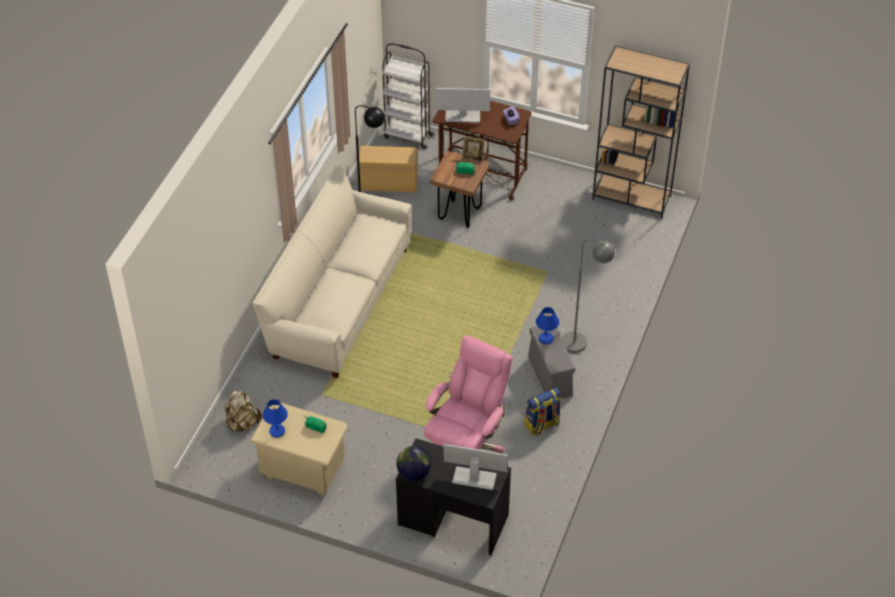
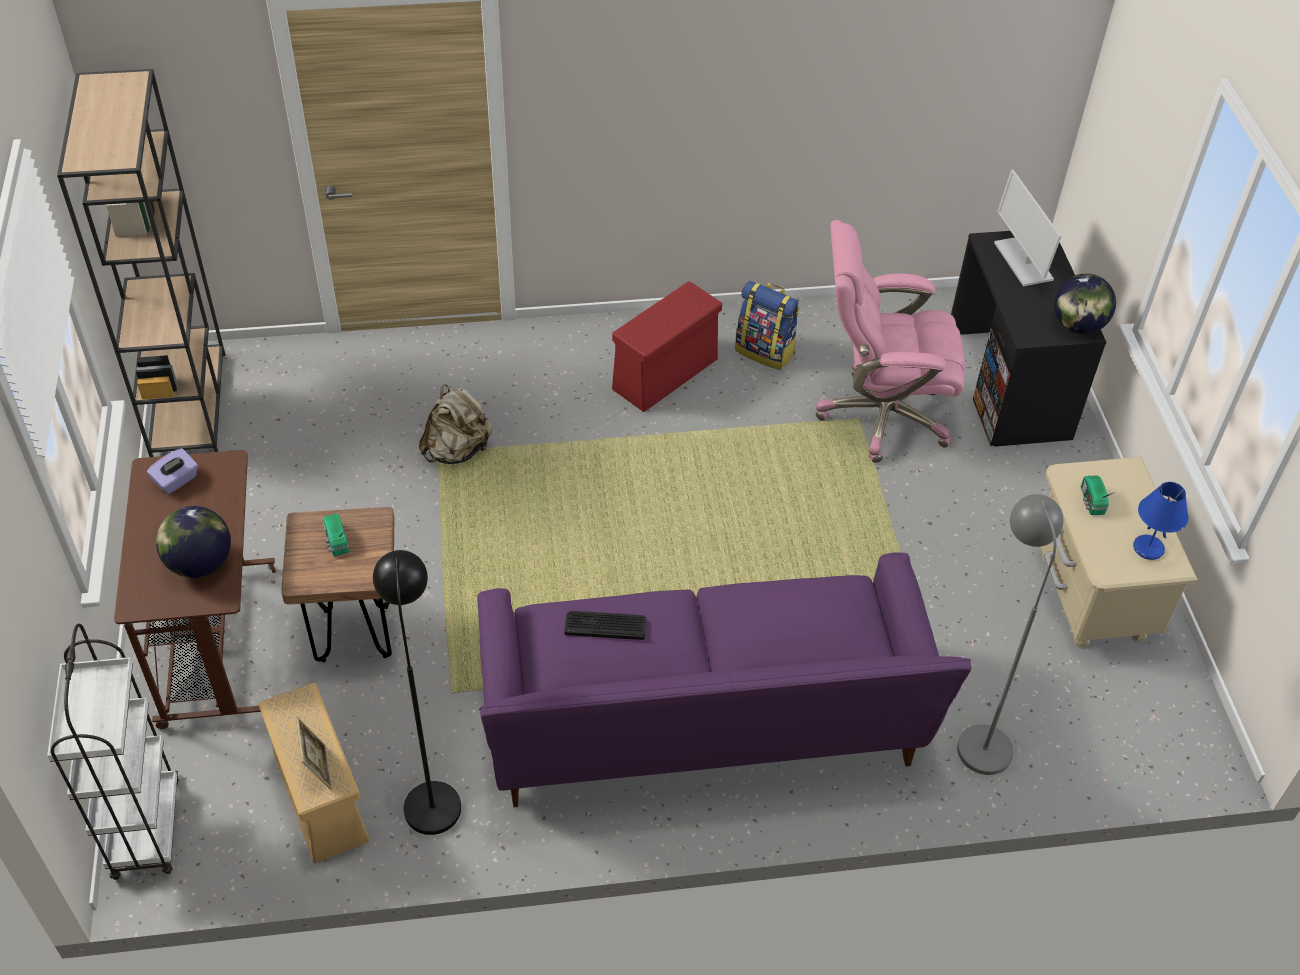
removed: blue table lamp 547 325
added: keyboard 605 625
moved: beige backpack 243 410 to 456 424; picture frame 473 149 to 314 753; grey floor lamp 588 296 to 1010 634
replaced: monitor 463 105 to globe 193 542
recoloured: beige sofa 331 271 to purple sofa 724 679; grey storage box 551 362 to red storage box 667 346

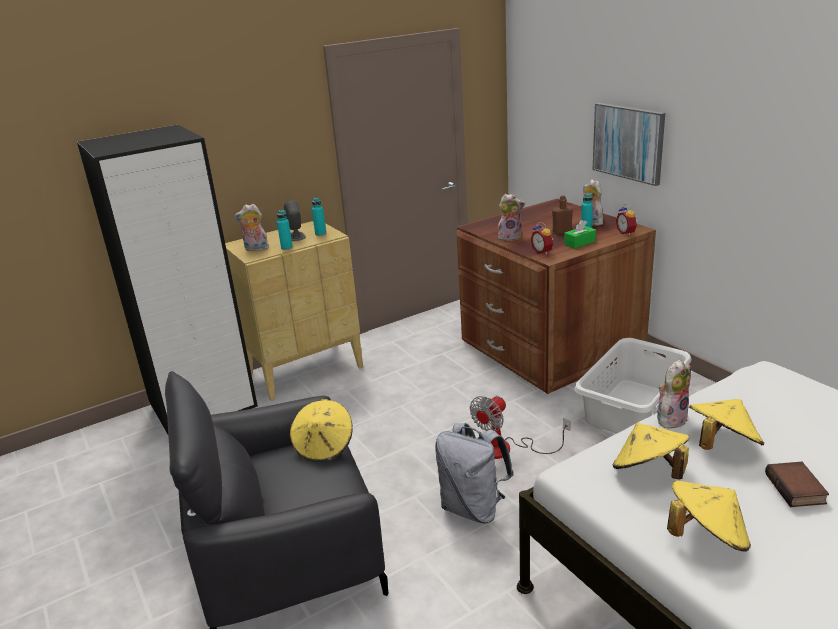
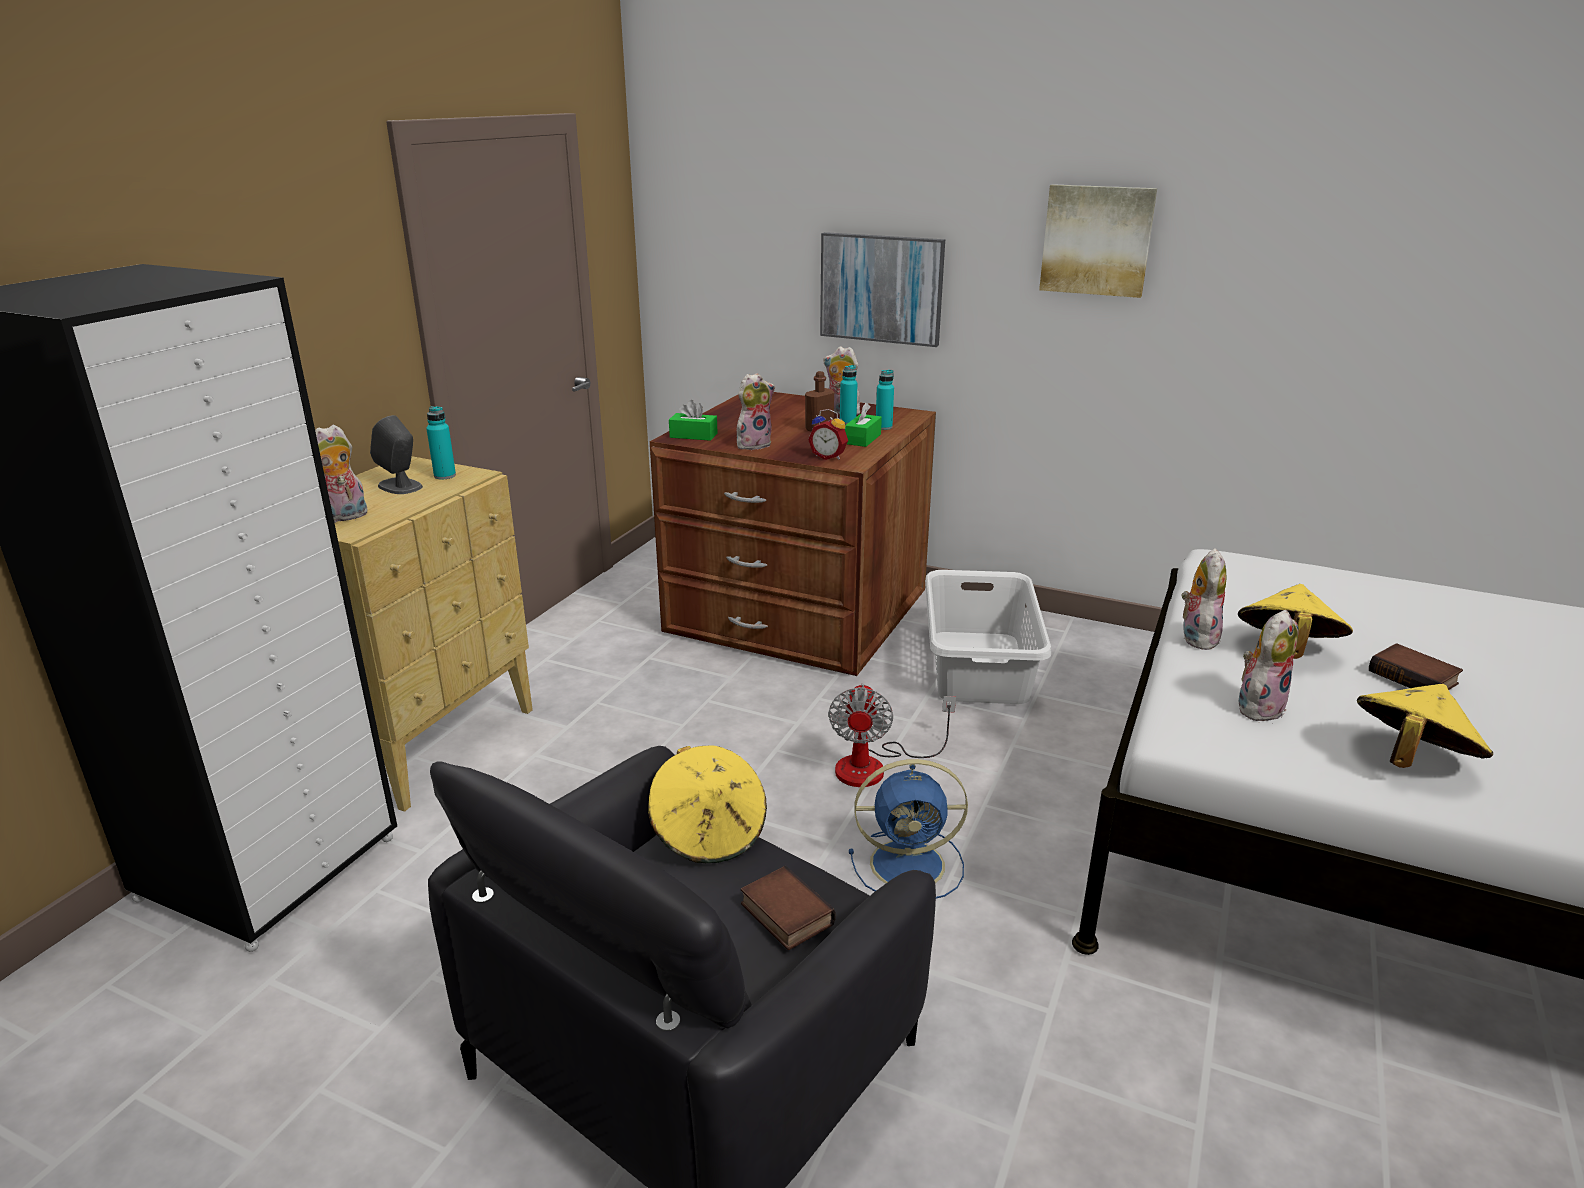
removed: alarm clock 626 220
added: green tissue box 693 420; book 788 907; picture 1098 241
moved: turquoise bottle 285 230 to 885 400
replaced: grey backpack 474 473 to blue fan 908 828; yellow hat 651 451 to plush toy 1269 665

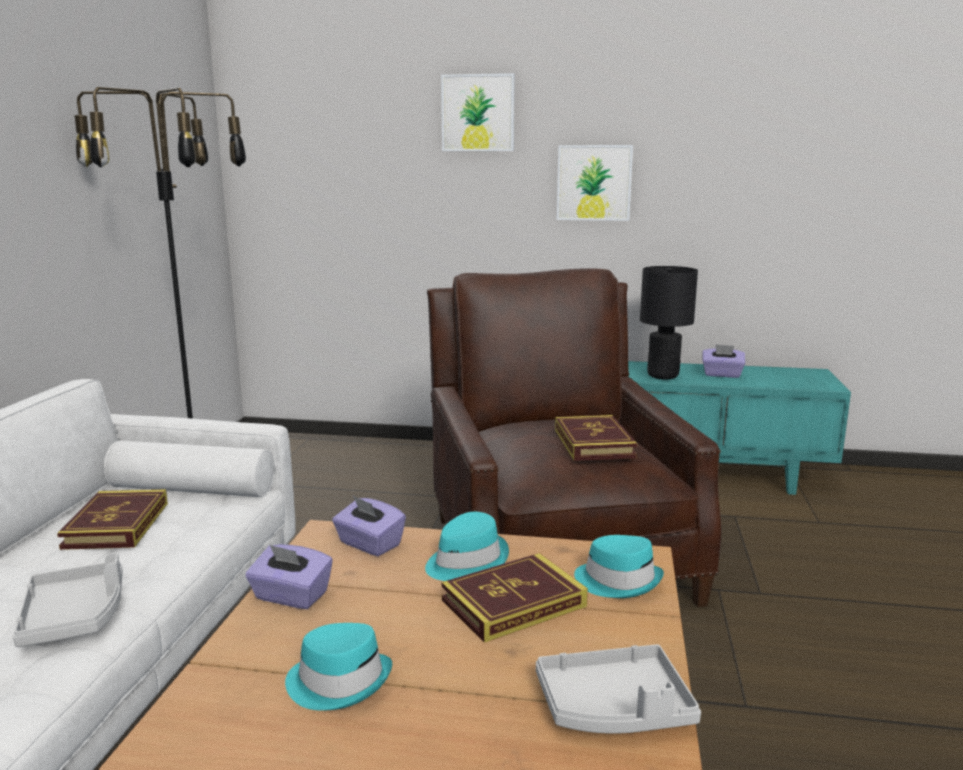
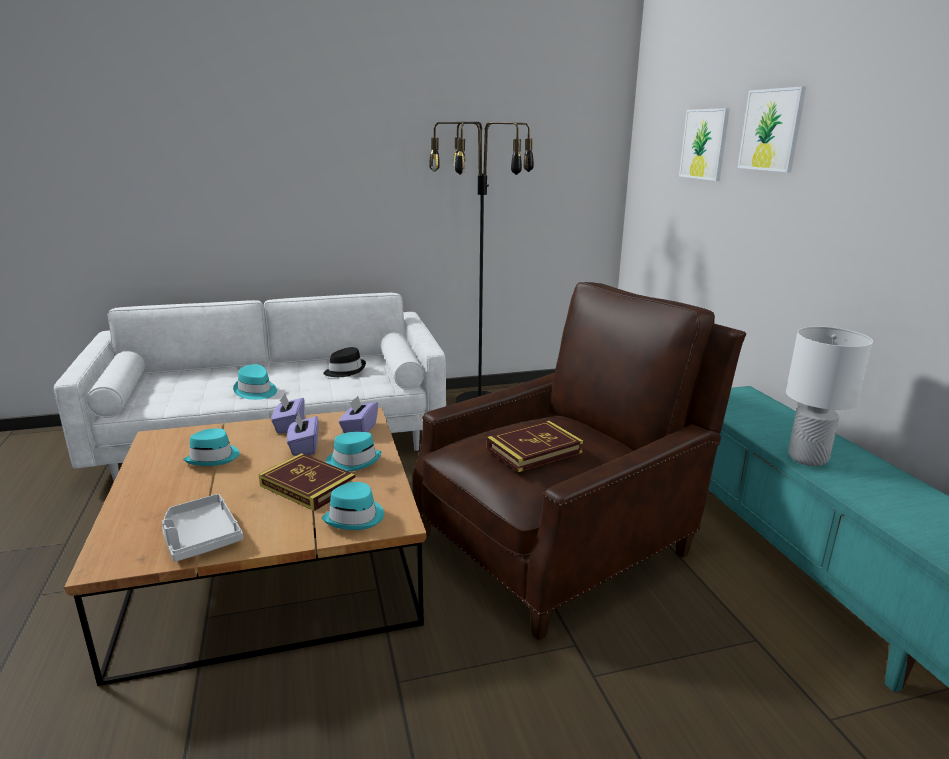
moved: picture 595 183 to 704 144; purple tissue box 724 361 to 303 434
replaced: grey tray 68 599 to turquoise hat 255 382; book 112 519 to black hat 344 362
recoloured: black table lamp 669 323 to white table lamp 829 396

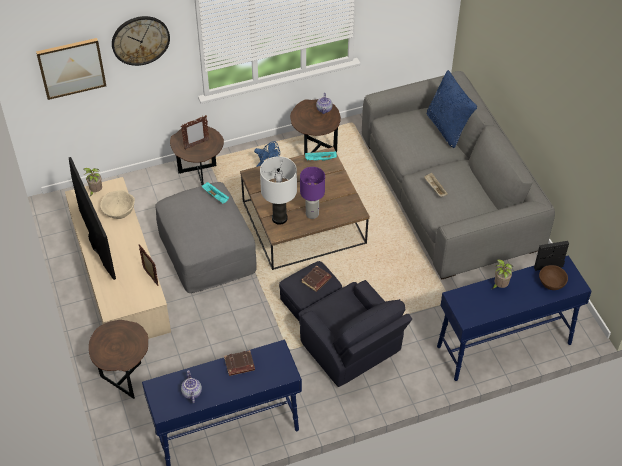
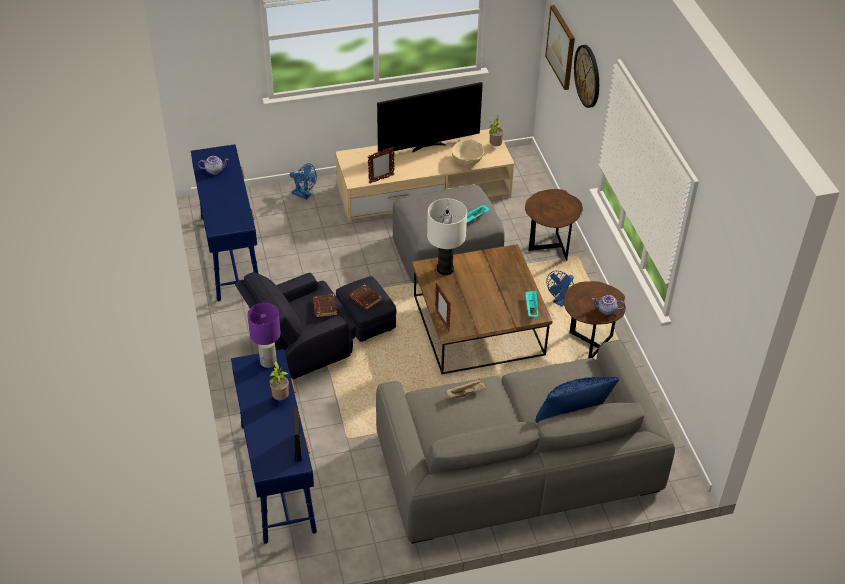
removed: brown bowl 553 277
moved: picture frame 195 132 to 443 307; brown book 239 363 to 325 305; purple table lamp 312 193 to 264 335
replaced: brown side table 118 359 to blue fan 303 181

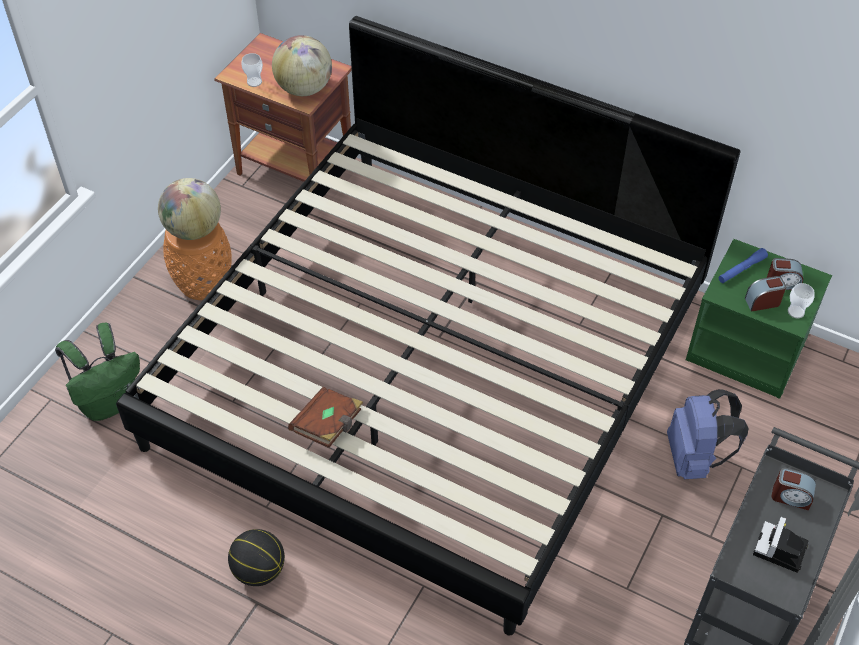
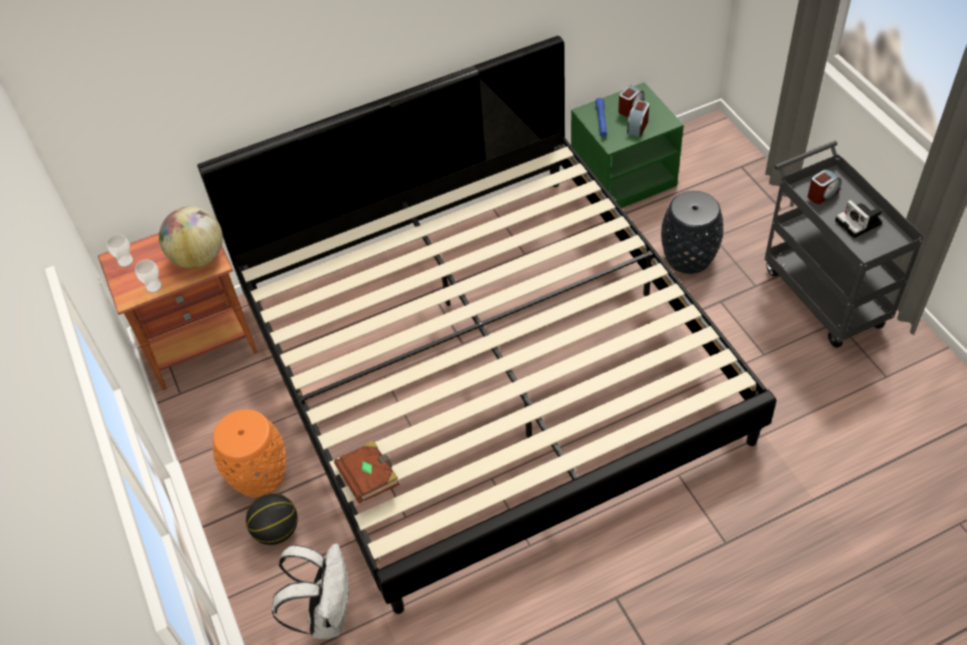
removed: globe 189 209
moved: basketball 256 557 to 272 519; brown book 325 417 to 367 472; cup 801 301 to 120 250
replaced: blue backpack 707 434 to black stool 692 232
recoloured: green backpack 97 372 to white backpack 311 591

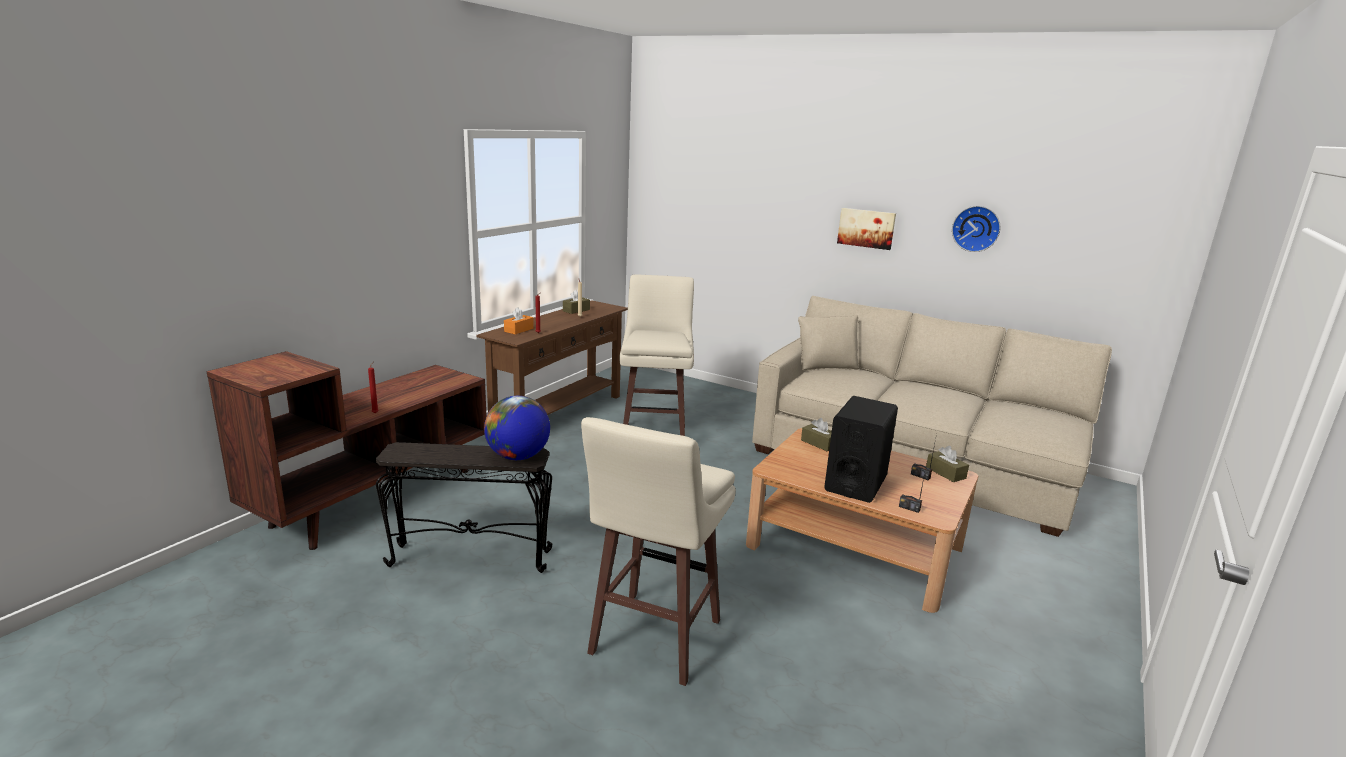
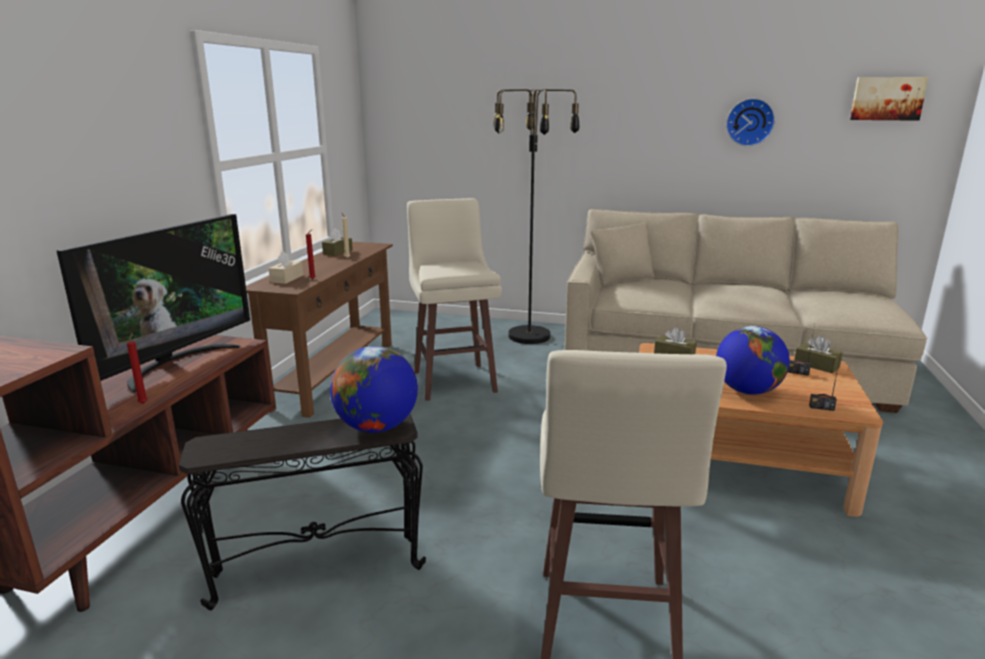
added: television 153 303; floor lamp 536 216
moved: picture 866 229 to 889 99
replaced: black speaker 861 449 to globe 753 360
recoloured: orange tissue box 519 320 to beige tissue box 285 267

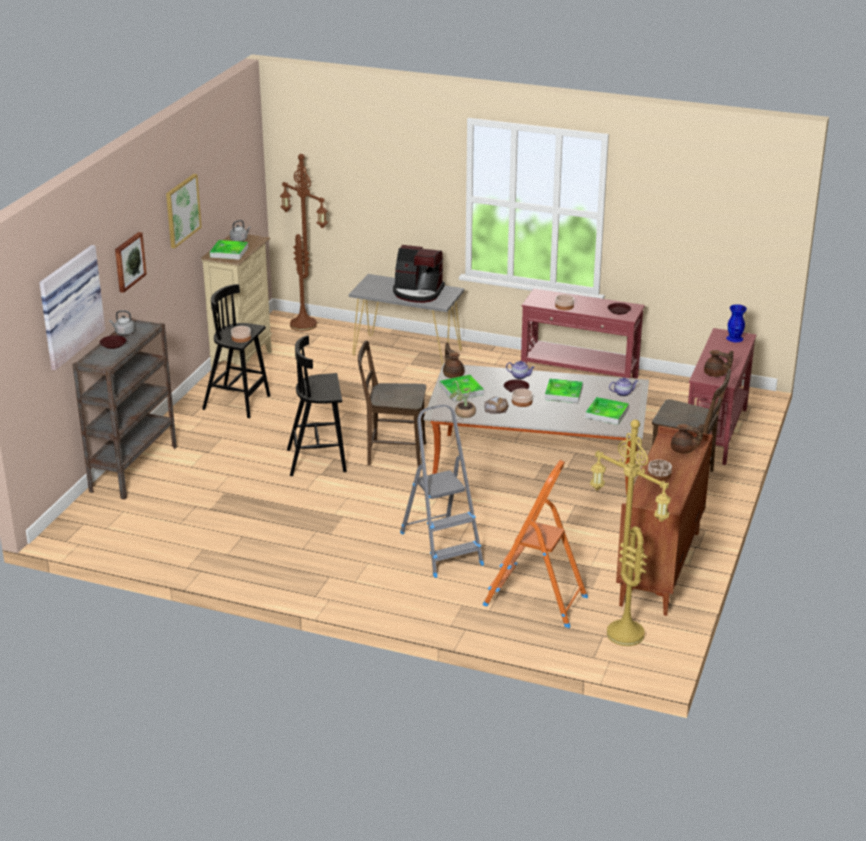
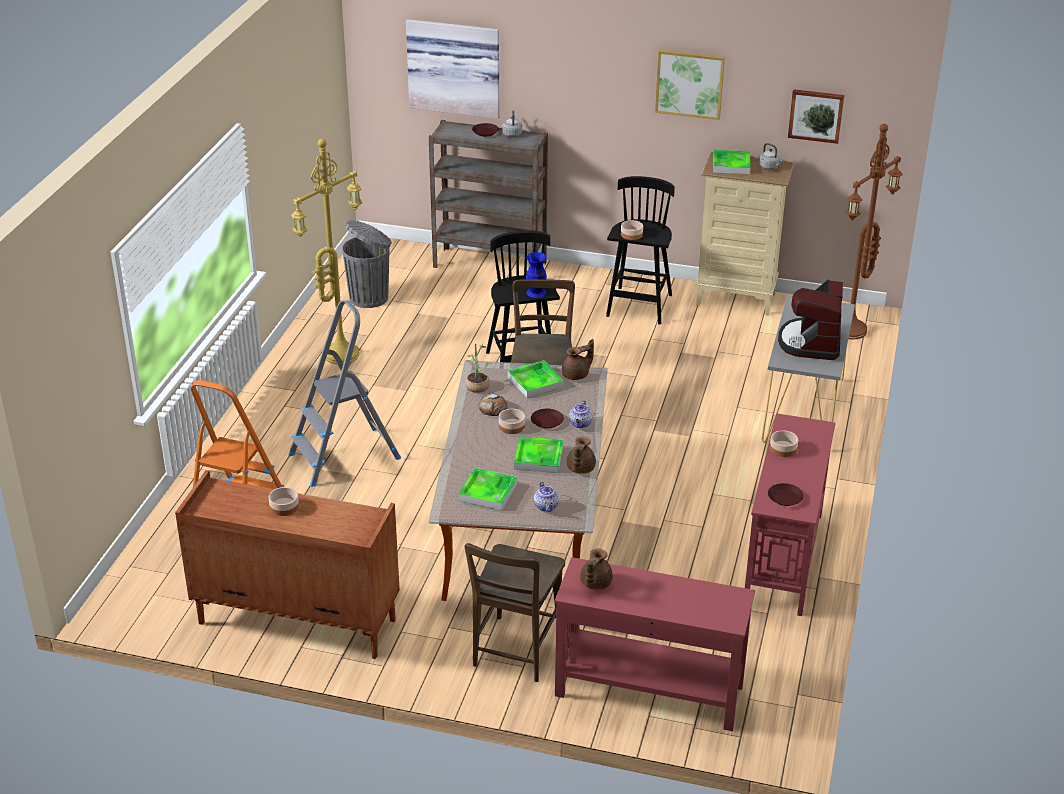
added: grey trash can 367 264
moved: picture 131 262 to 816 116; yellow floor lamp 630 533 to 326 252; brown teapot 687 438 to 581 455; blue vase 736 323 to 536 275

